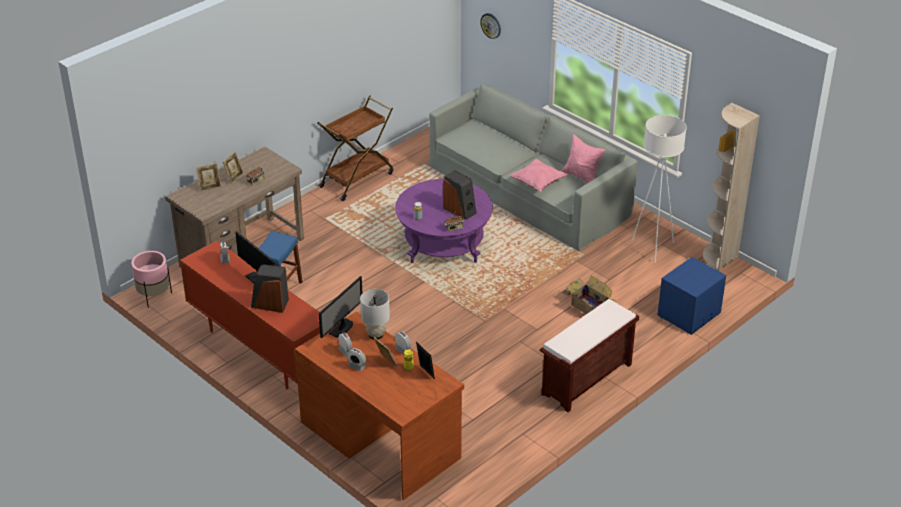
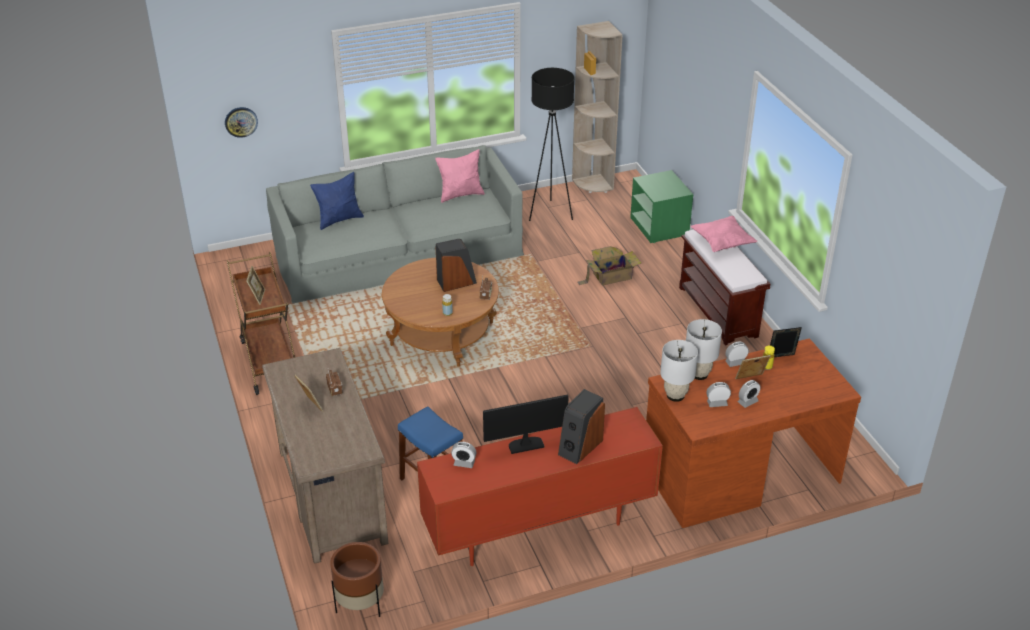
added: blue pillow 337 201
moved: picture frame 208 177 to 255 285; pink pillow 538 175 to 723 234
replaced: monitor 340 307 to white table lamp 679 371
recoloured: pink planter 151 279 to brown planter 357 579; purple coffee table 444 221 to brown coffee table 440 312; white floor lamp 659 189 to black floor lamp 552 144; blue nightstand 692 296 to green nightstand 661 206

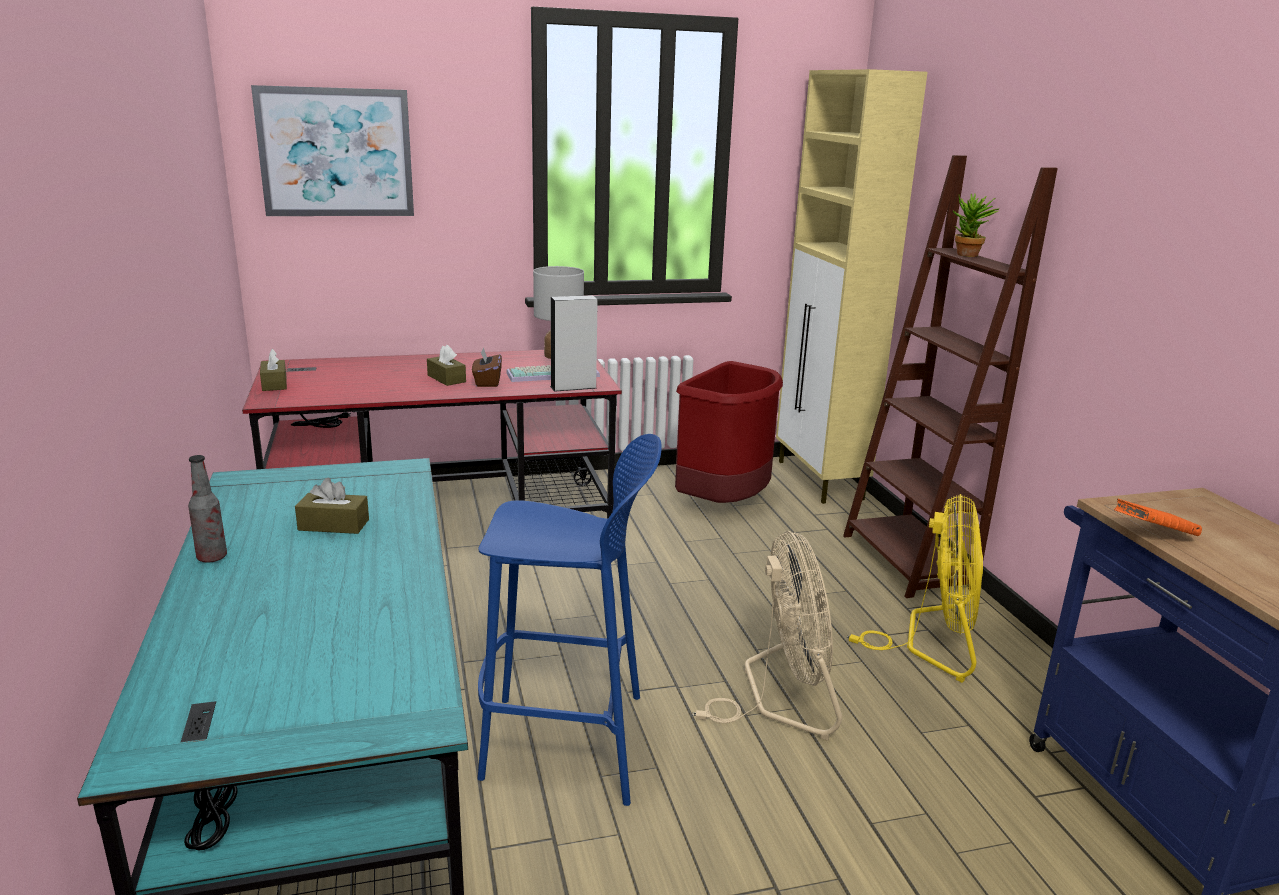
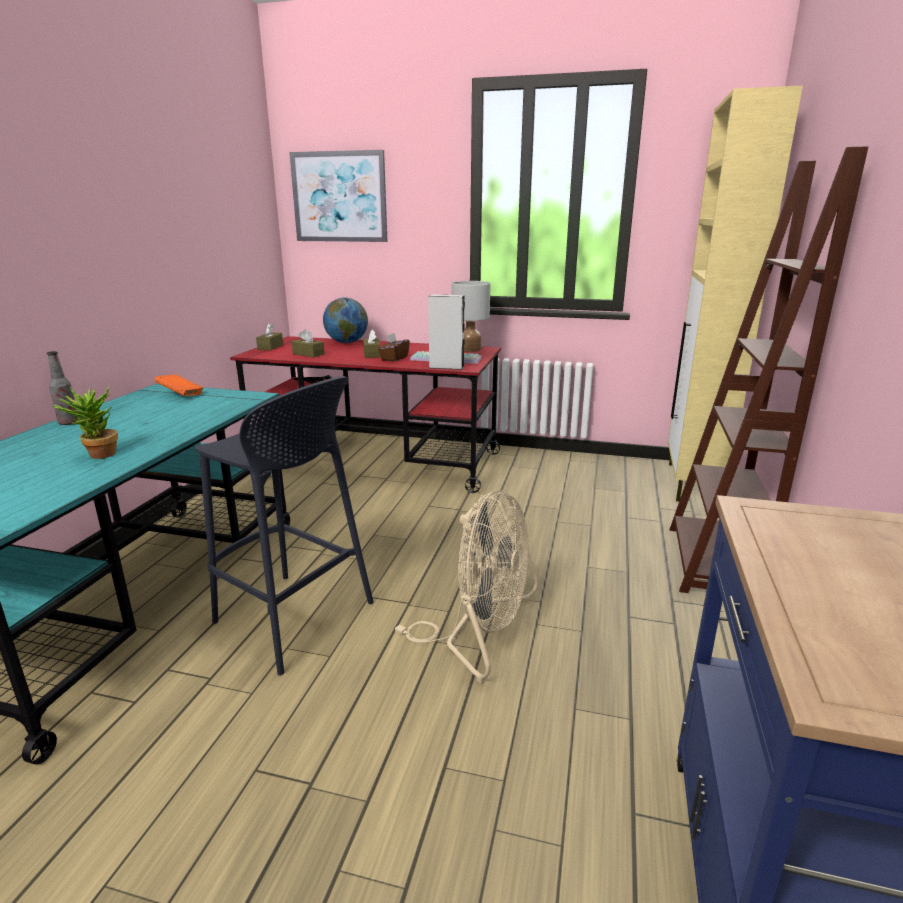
removed: red trash can 729 432; yellow fan 915 588
added: globe 345 320
moved: brown tissue box 332 506 to 308 343; potted plant 975 225 to 85 422; orange book 1158 517 to 178 385
recoloured: blue stool 570 620 to grey stool 284 526

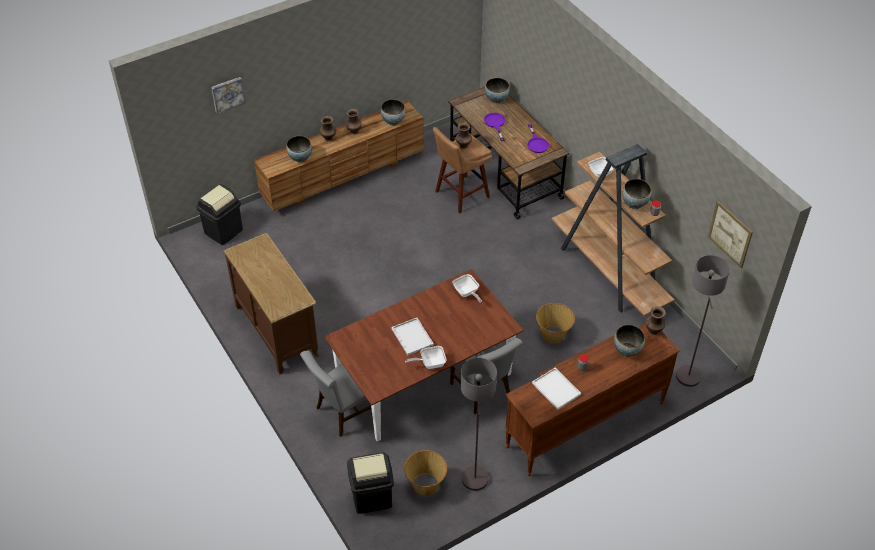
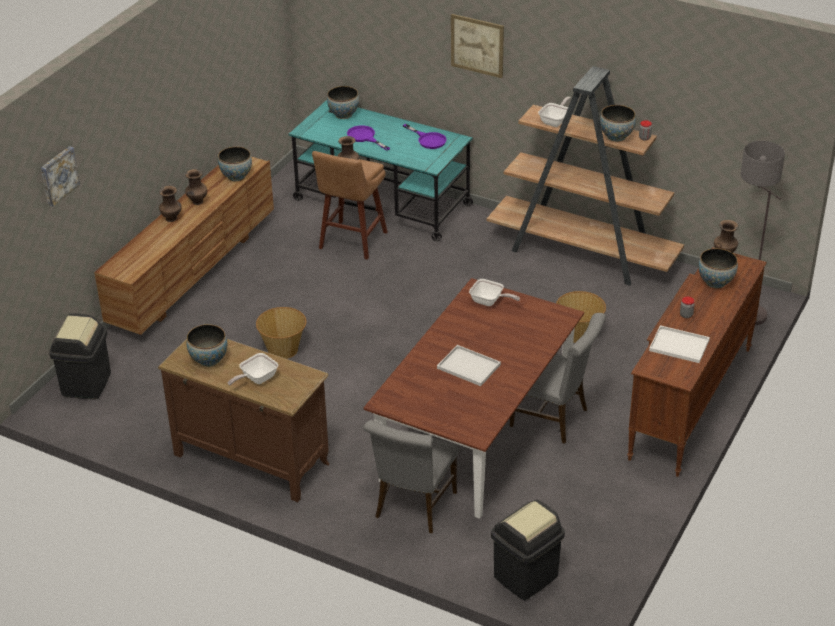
removed: grey floor lamp 479 424
moved: bowl 299 149 to 206 345; basket 425 472 to 281 333; frying pan 425 357 to 253 369; picture 730 234 to 477 46
recoloured: brown desk 508 153 to turquoise desk 380 171

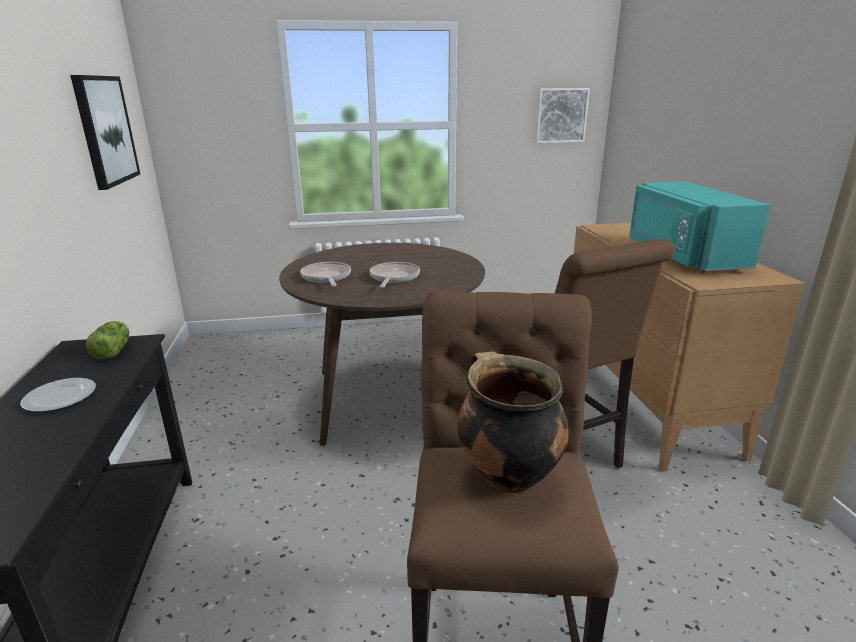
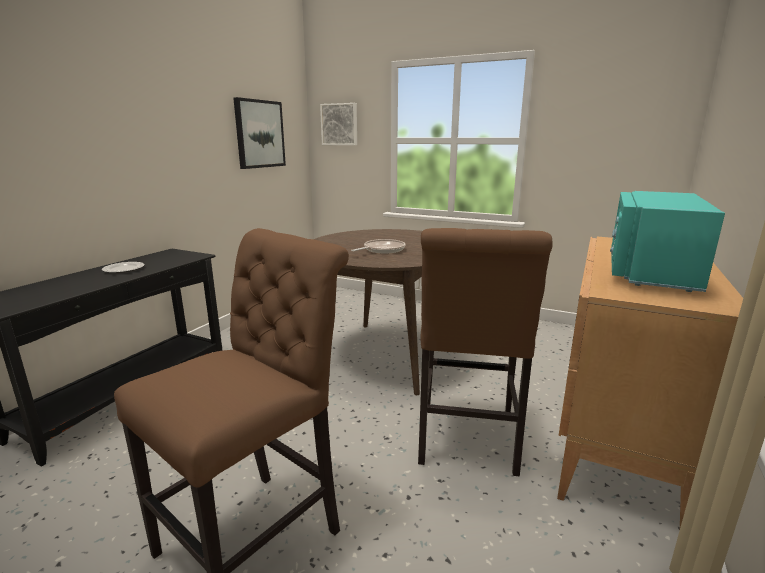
removed: lettuce 107 340; frying pan 325 274; cooking pot 513 422
moved: picture 562 115 to 338 124

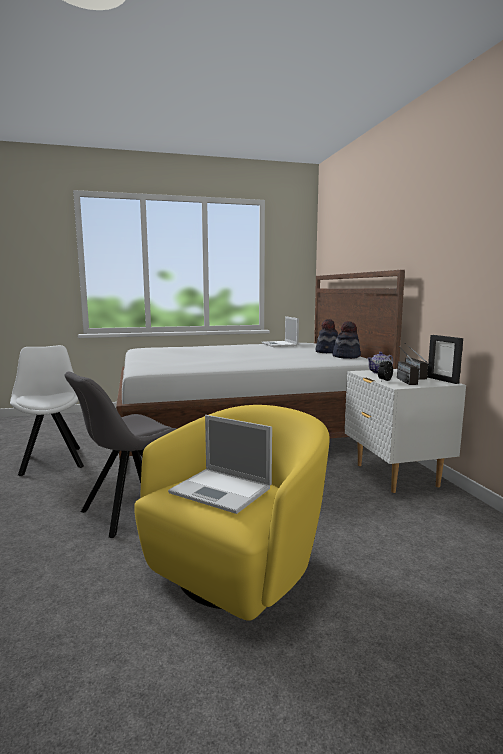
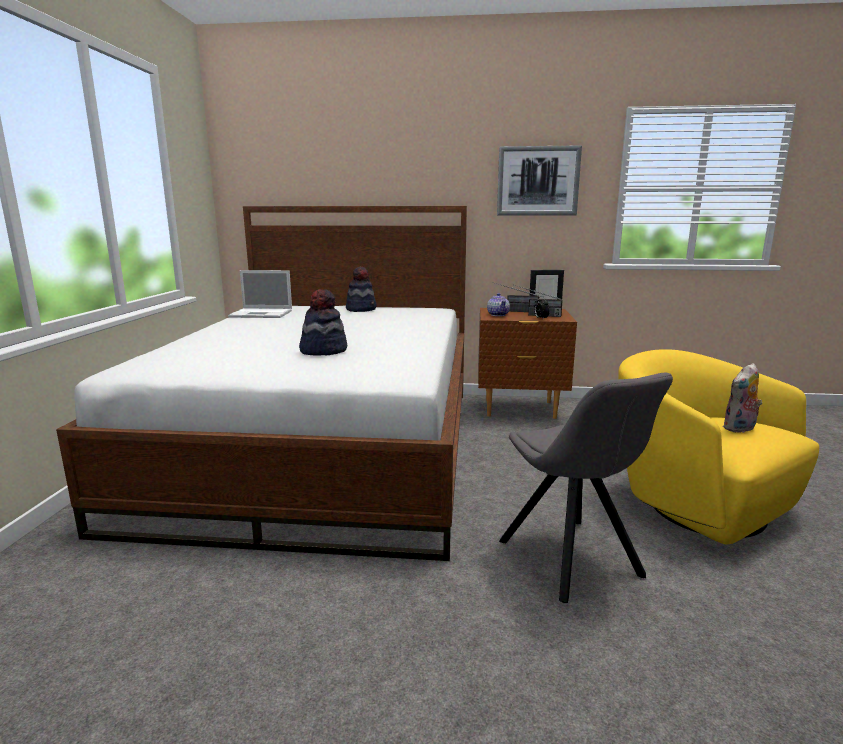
removed: white chair 47 410
added: picture 539 180
moved: hat 346 340 to 323 322
replaced: laptop 220 464 to plush toy 742 398
recoloured: white nightstand 405 431 to brown nightstand 527 363

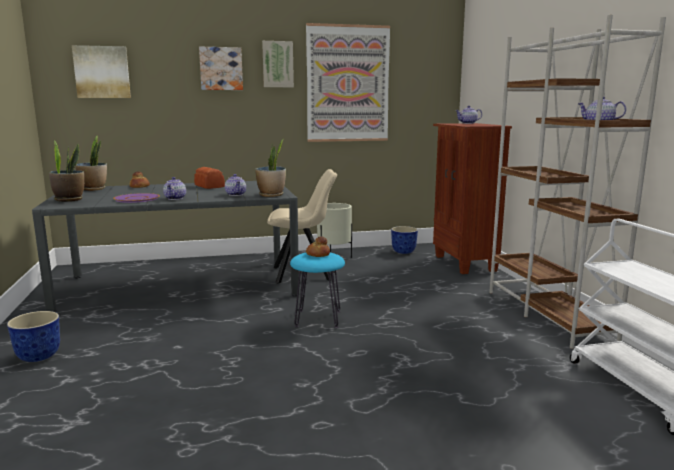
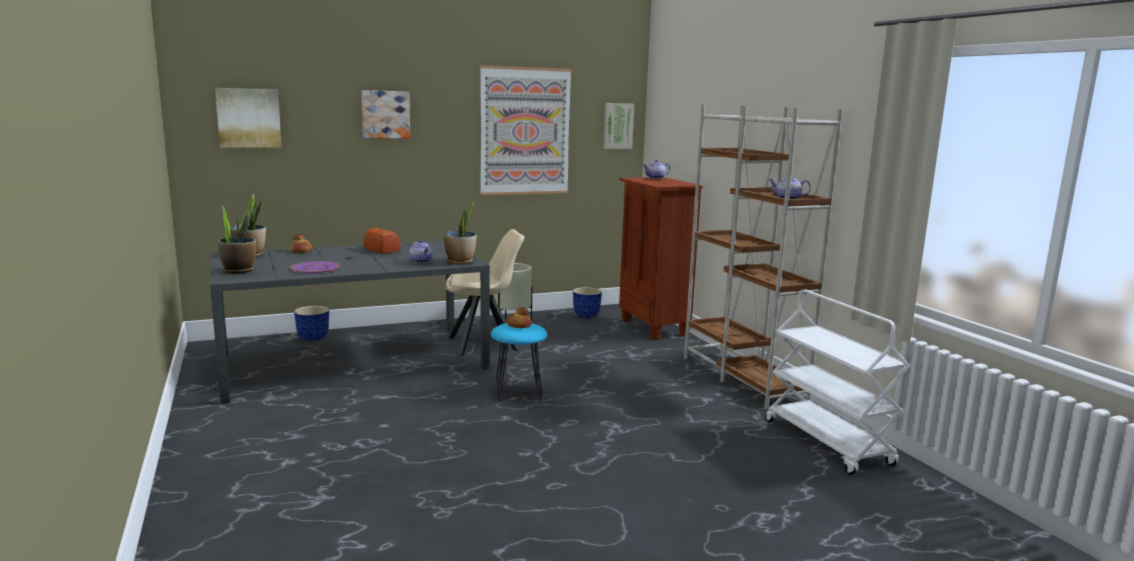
removed: teapot 174 188
moved: planter 33 336 to 311 323; picture 278 64 to 618 126

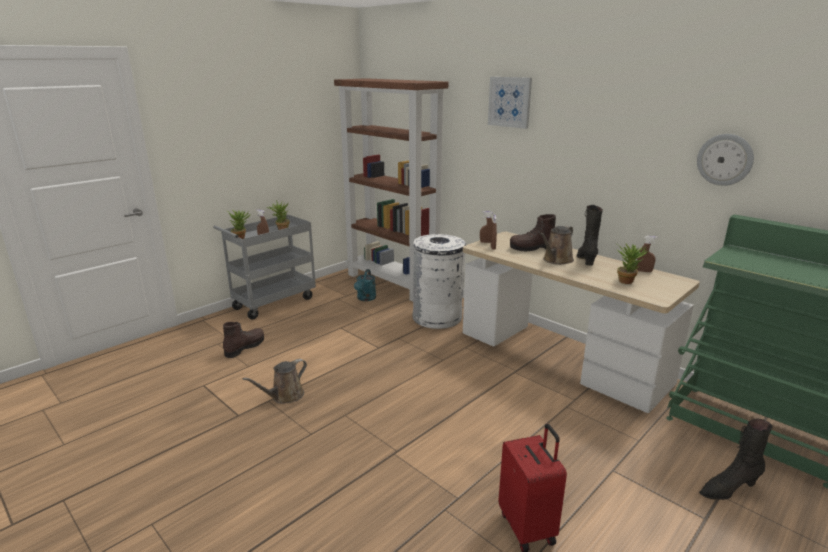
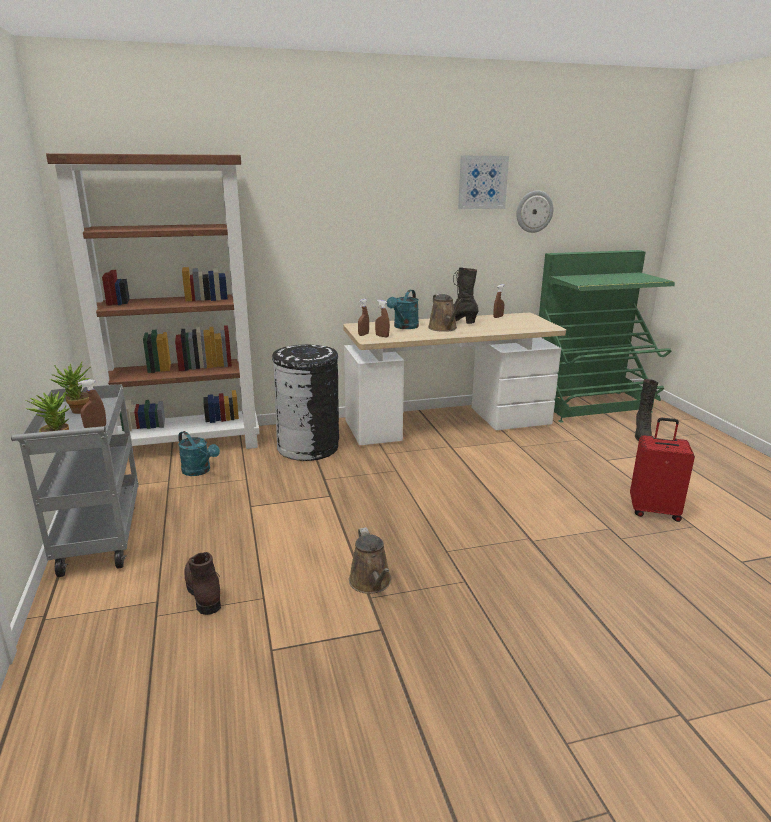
removed: potted plant 632 264
moved: picture 510 103 to 483 182
replaced: brown boot 533 232 to turquoise watering can 403 309
recoloured: white trash can 439 281 to black trash can 305 403

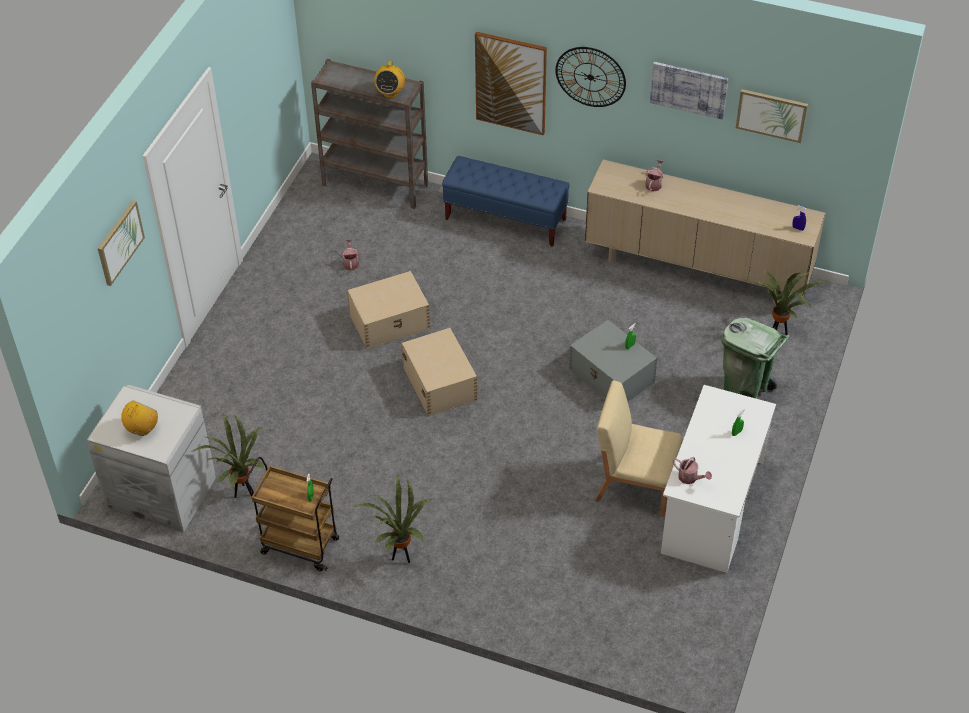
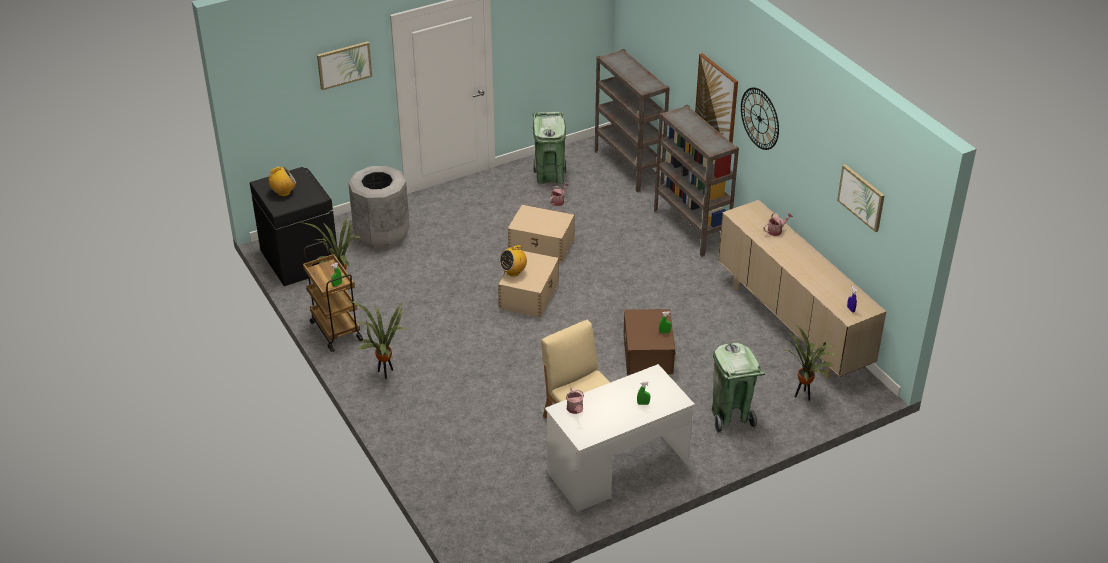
removed: picture 689 91
added: grey trash can 379 207; green trash can 549 148
moved: radio 389 78 to 513 261
replaced: blue bench 506 201 to grey bookcase 696 180
recoloured: white washing machine 151 458 to black washing machine 293 226; grey storage box 613 360 to brown storage box 649 342

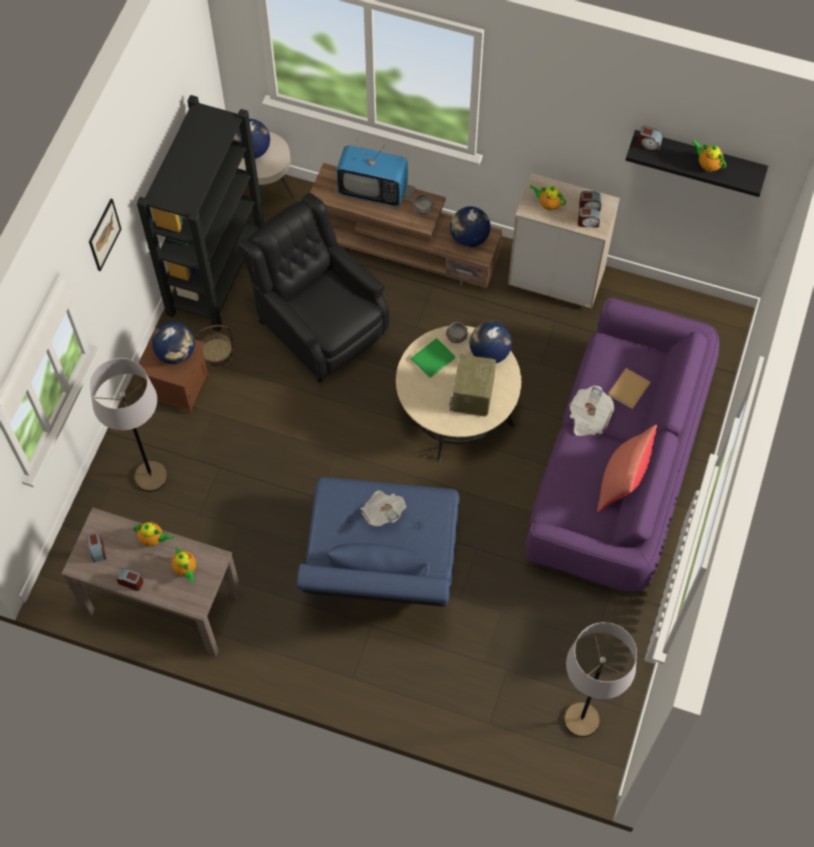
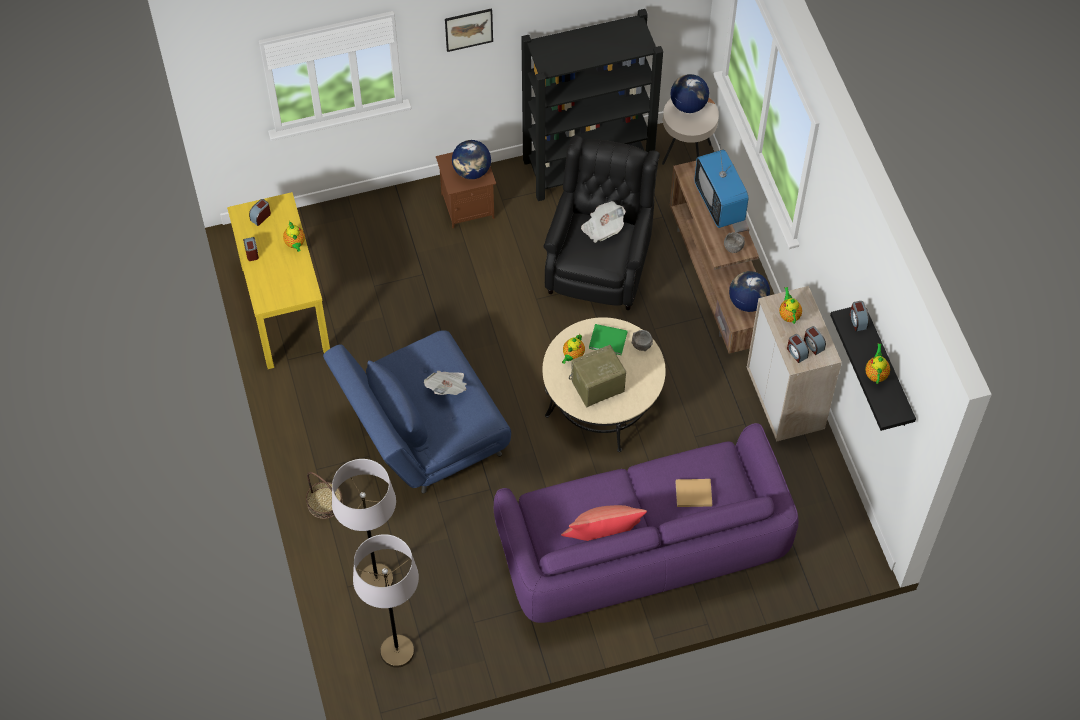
removed: globe 490 342
moved: grey floor lamp 129 425 to 364 523; teapot 183 565 to 573 349; basket 214 346 to 324 495; newspaper 591 411 to 603 222
recoloured: brown console table 152 582 to yellow console table 278 280

